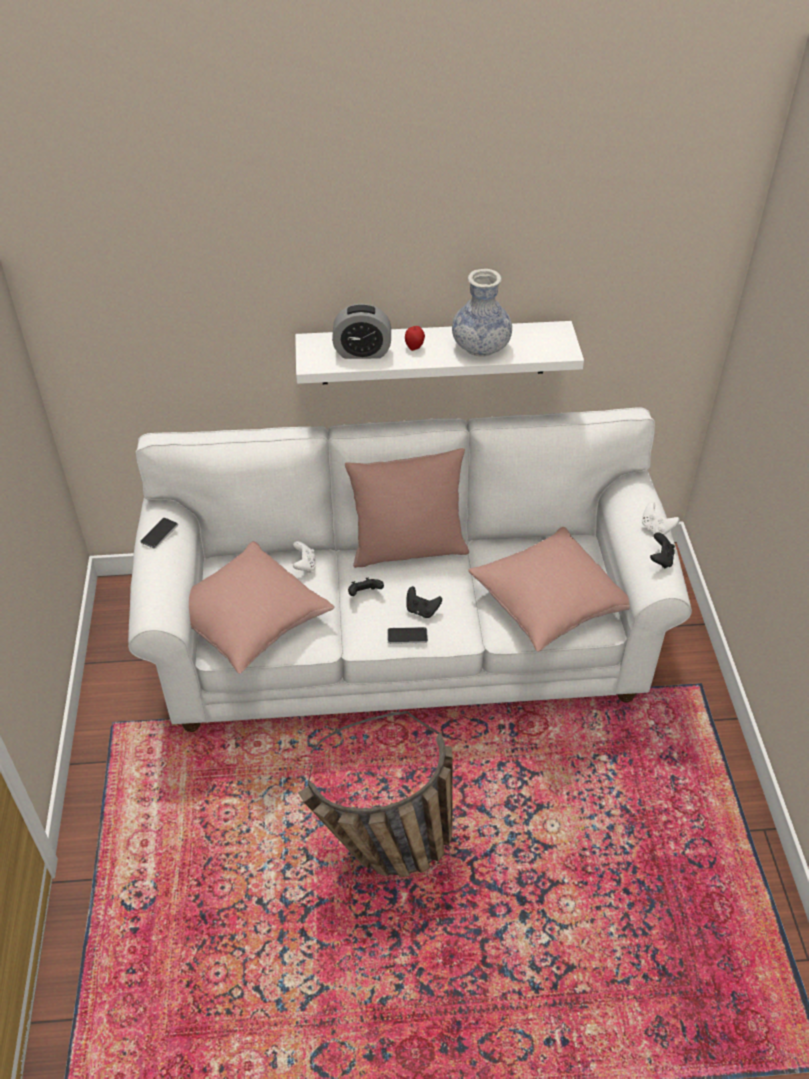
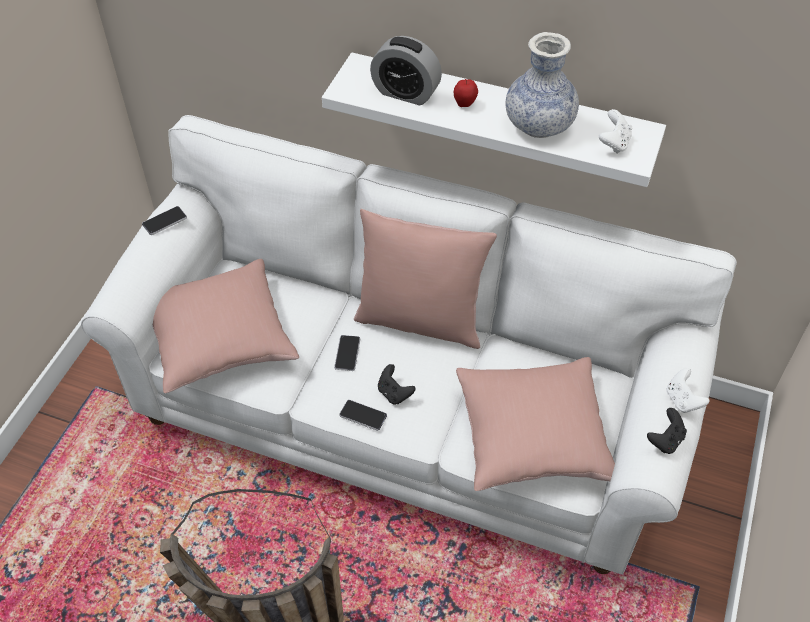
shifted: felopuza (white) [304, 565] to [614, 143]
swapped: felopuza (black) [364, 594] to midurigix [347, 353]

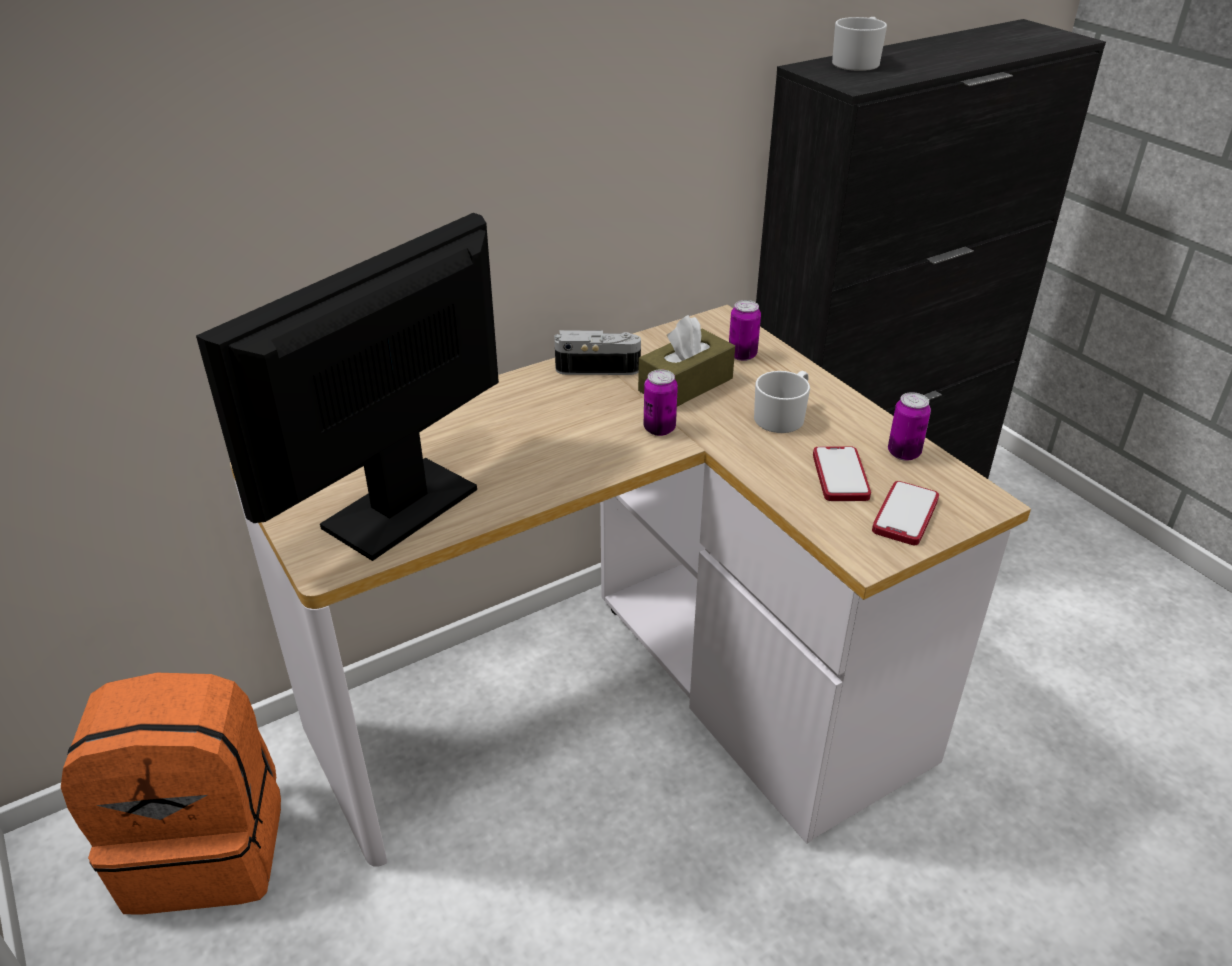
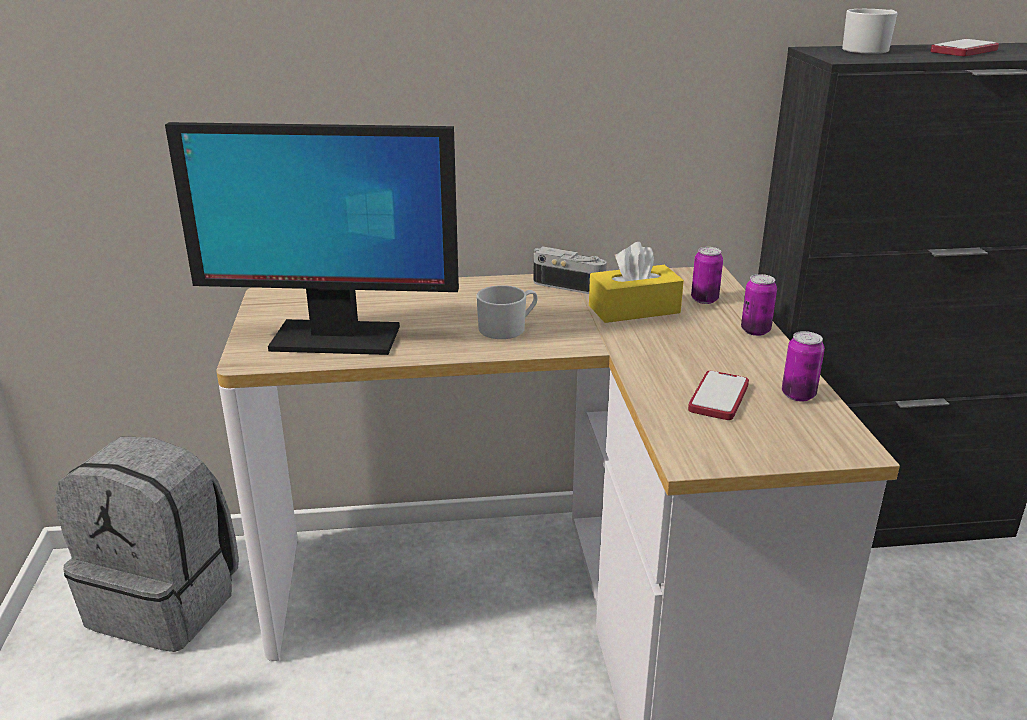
shifted: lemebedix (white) [783, 416] to [507, 328]; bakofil [659, 429] to [755, 331]; midurigix [905, 515] to [964, 51]
repainted: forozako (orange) [208, 845] to forozako (grey) [168, 602]; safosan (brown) [685, 385] to safosan (yellow) [634, 309]
rotated: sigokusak [402, 508] = [334, 339] 150 degrees counterclockwise

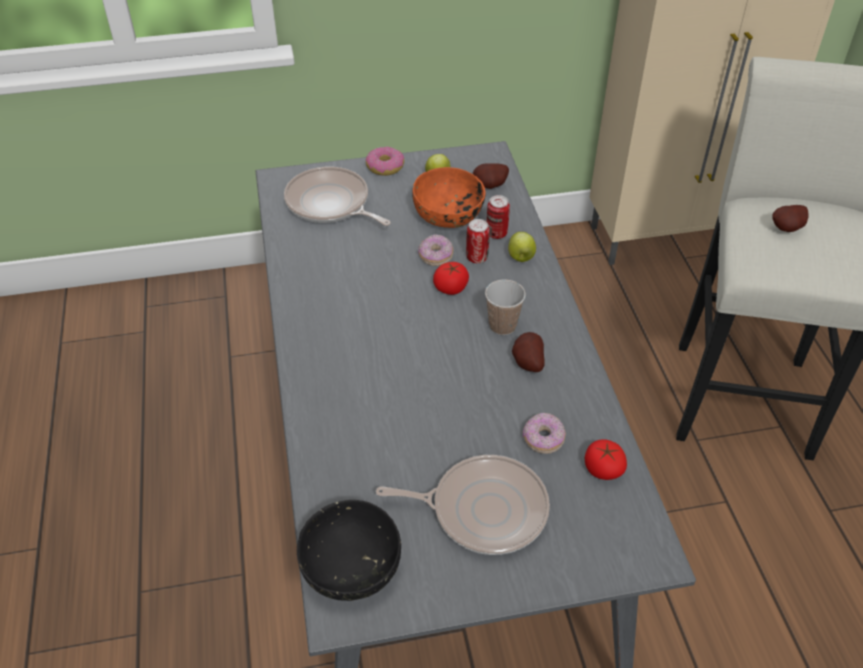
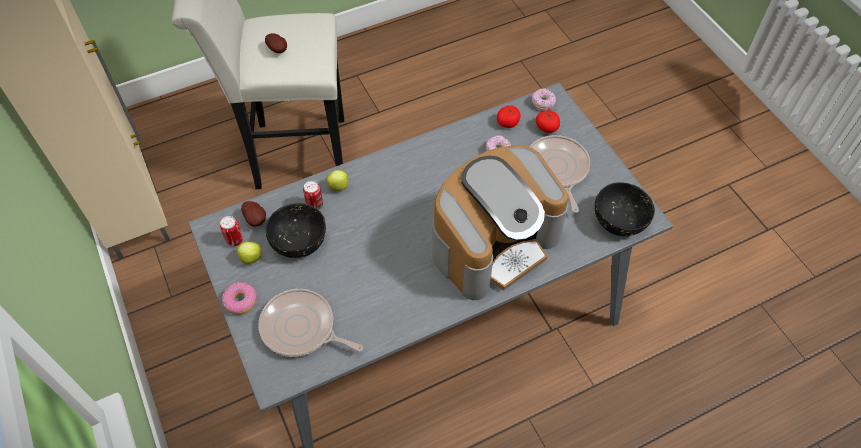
gone: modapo [502, 326]; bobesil [526, 363]
new: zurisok [494, 243]
shifted: bakofil [477, 258] to [234, 240]; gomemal [435, 256] to [543, 103]; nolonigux [451, 287] to [547, 127]
repainted: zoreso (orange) [448, 215] to zoreso (black) [299, 240]
rotated: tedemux [330, 204] = [301, 328] 90 degrees clockwise

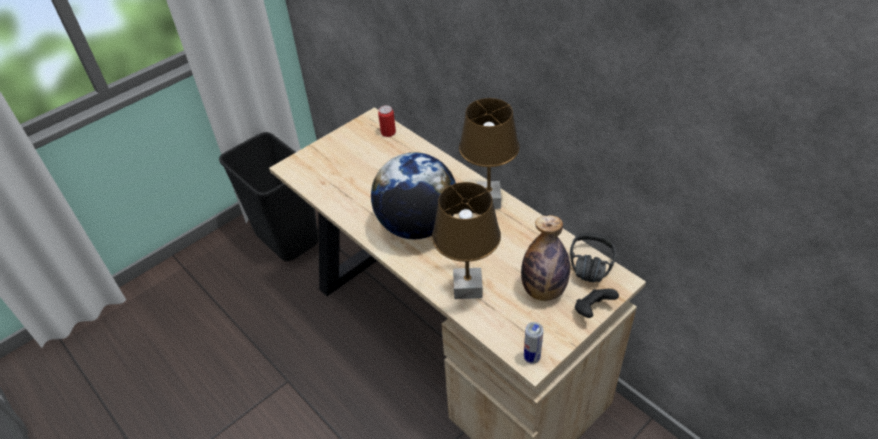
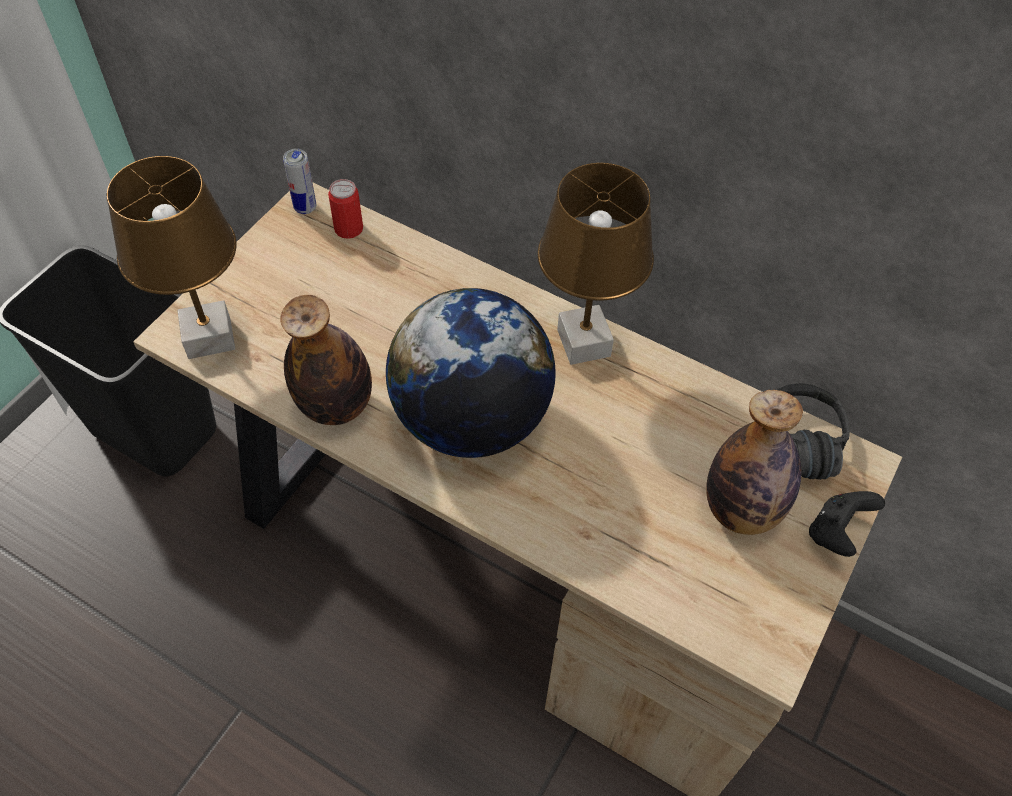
new: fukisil [336, 405]
shifted: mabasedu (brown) [468, 288] to [210, 337]; bakofil [532, 357] to [305, 208]

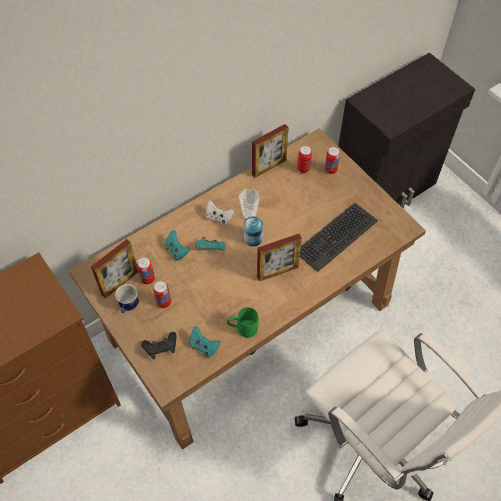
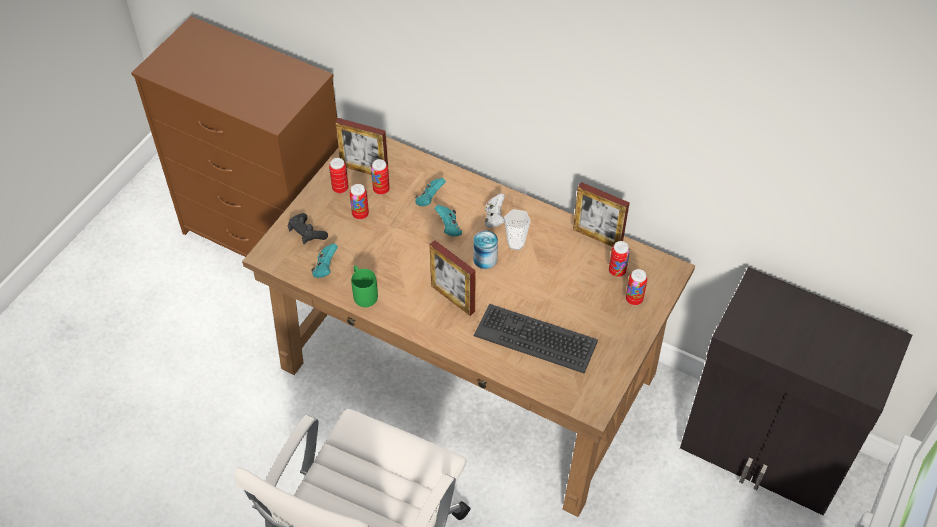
swapped: lemebedix [128, 307] to bakofil [340, 188]

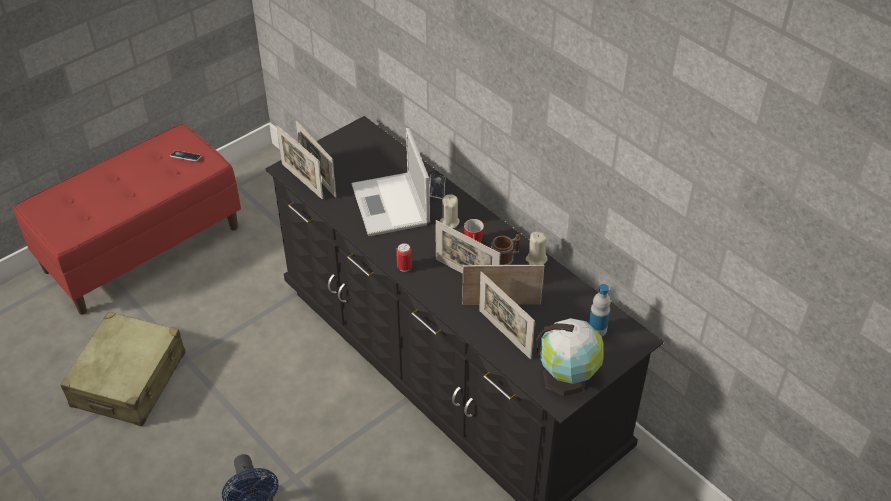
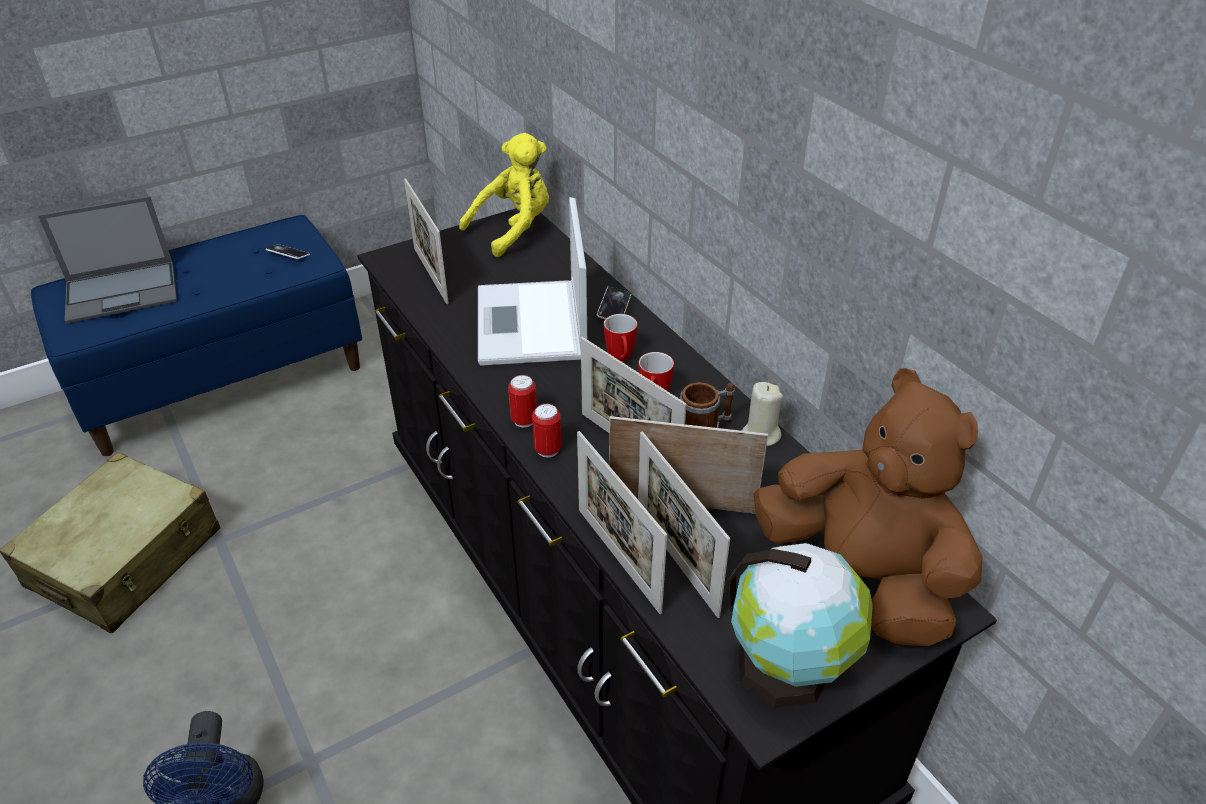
new: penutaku [123, 291]; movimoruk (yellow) [514, 229]; bakofil [548, 450]
shifted: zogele [302, 181] to [618, 559]
swapped: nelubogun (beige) [449, 222] to lemebedix [621, 359]; fukisil [597, 329] to movimoruk (brown) [861, 576]
repainted: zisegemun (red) [143, 248] to zisegemun (blue) [224, 379]

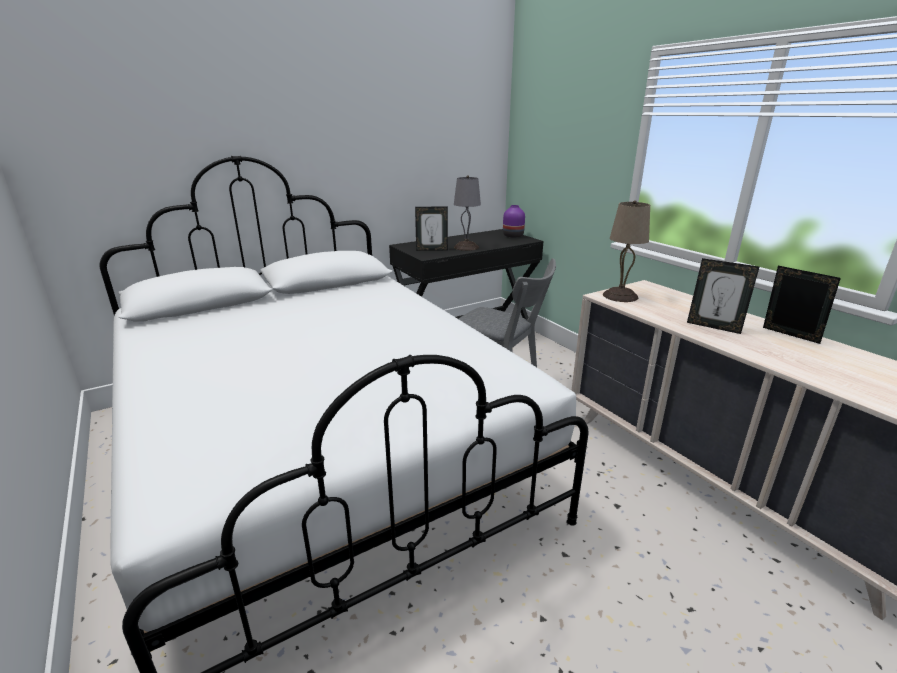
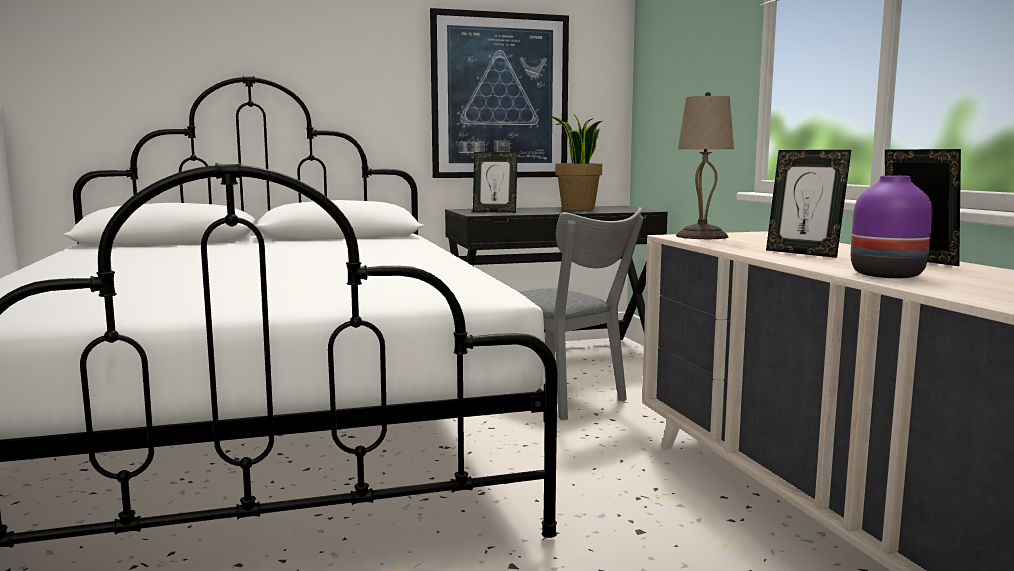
gone: mabasedu (grey) [466, 247]
new: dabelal [500, 96]; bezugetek [577, 209]
shifted: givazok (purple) [513, 236] to [888, 274]

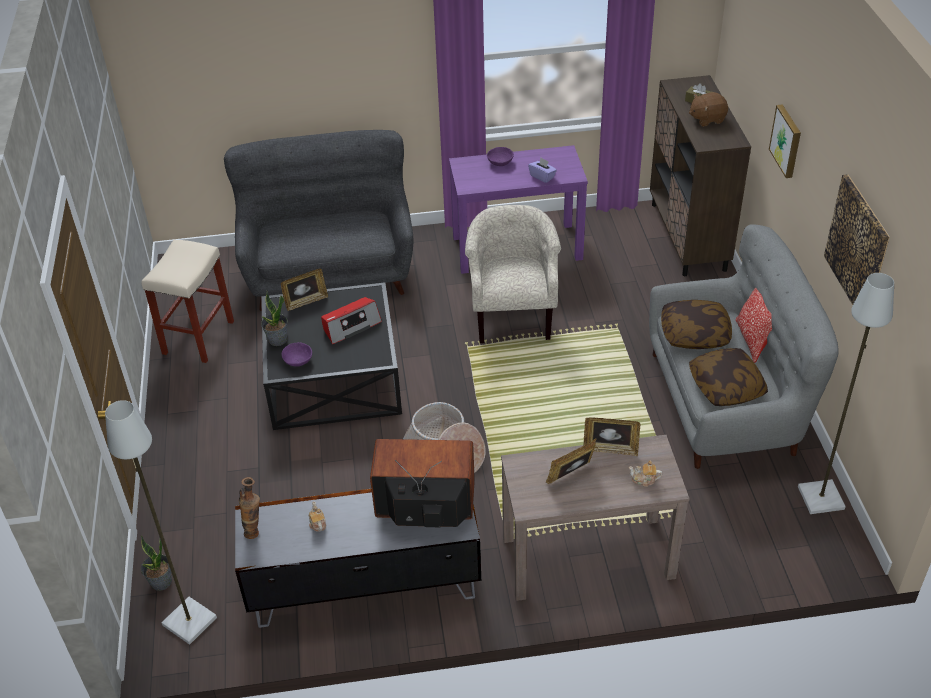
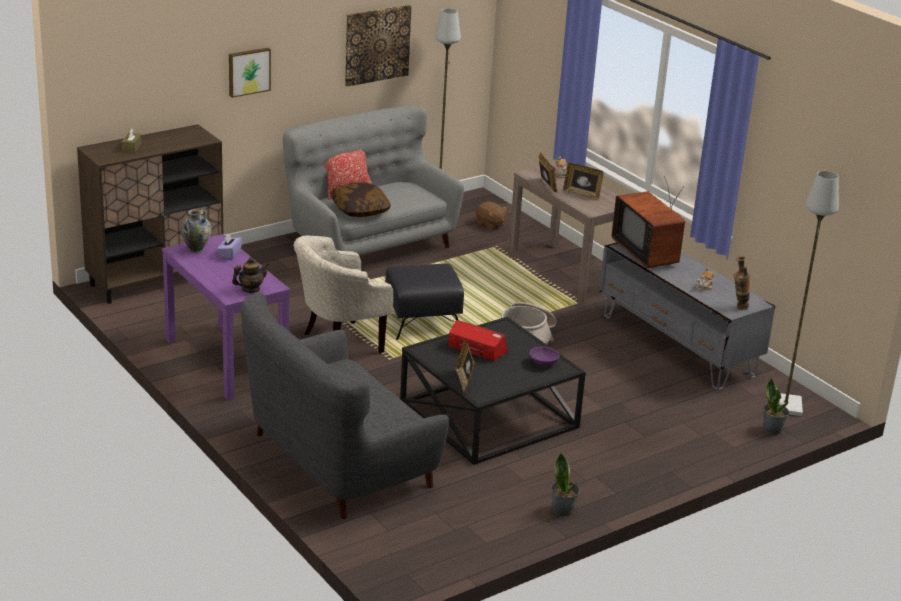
gone: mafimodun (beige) [198, 336]; zoreso (purple) [500, 162]; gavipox [726, 387]
new: givazok [196, 249]; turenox [250, 289]; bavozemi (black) [423, 321]
shifted: movimoruk (brown) [707, 119] to [490, 224]; bezugetek [277, 340] to [563, 510]
rotated: zogele [306, 301] = [464, 381] 135 degrees counterclockwise

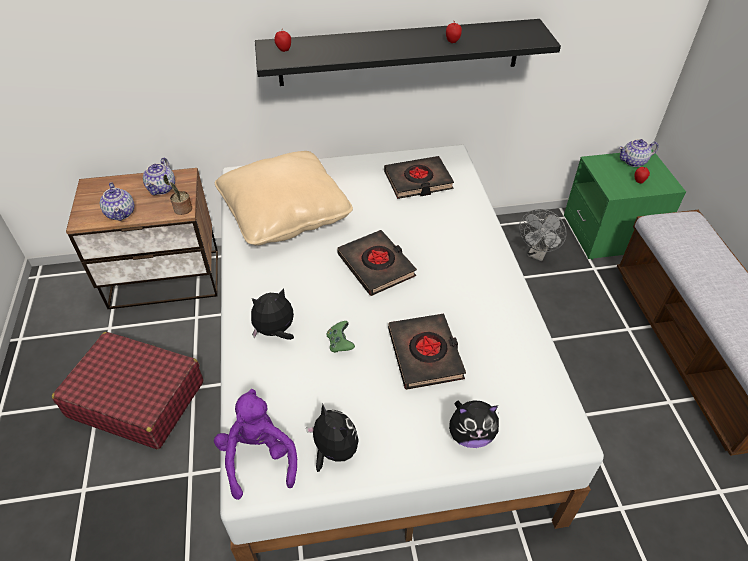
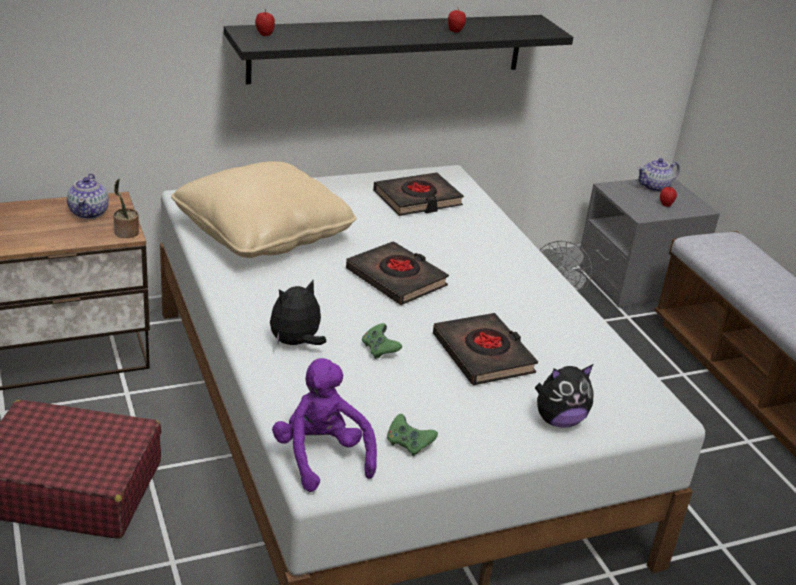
gone: turenox [121, 213]
swapped: movimoruk [333, 451] to felopuza (green) [408, 444]
repainted: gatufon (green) [609, 233] to gatufon (grey) [635, 281]

